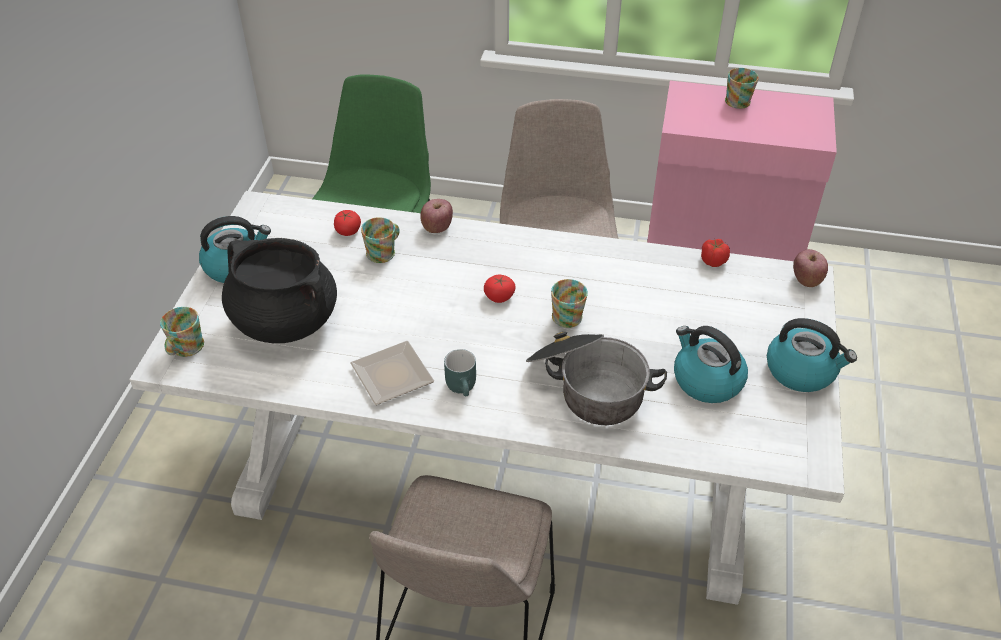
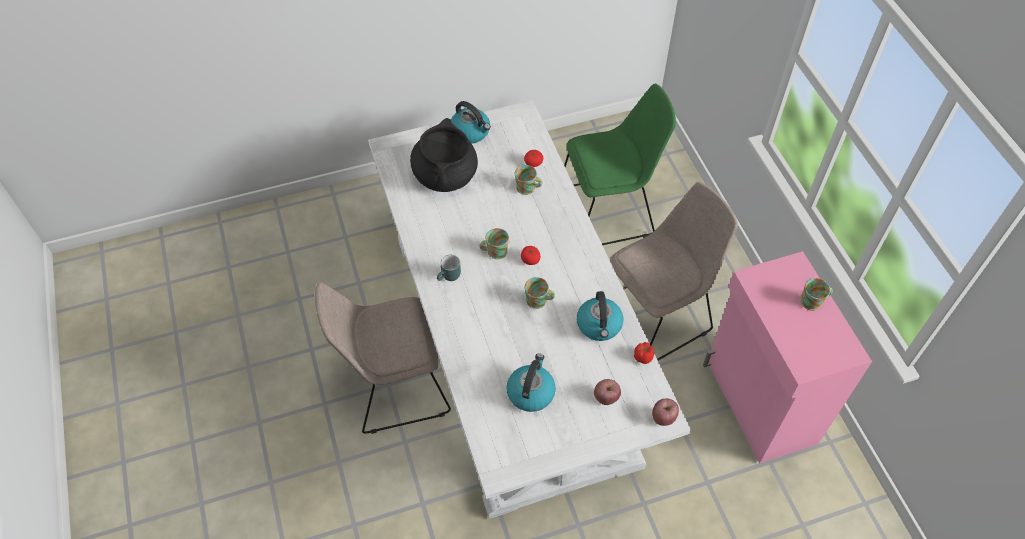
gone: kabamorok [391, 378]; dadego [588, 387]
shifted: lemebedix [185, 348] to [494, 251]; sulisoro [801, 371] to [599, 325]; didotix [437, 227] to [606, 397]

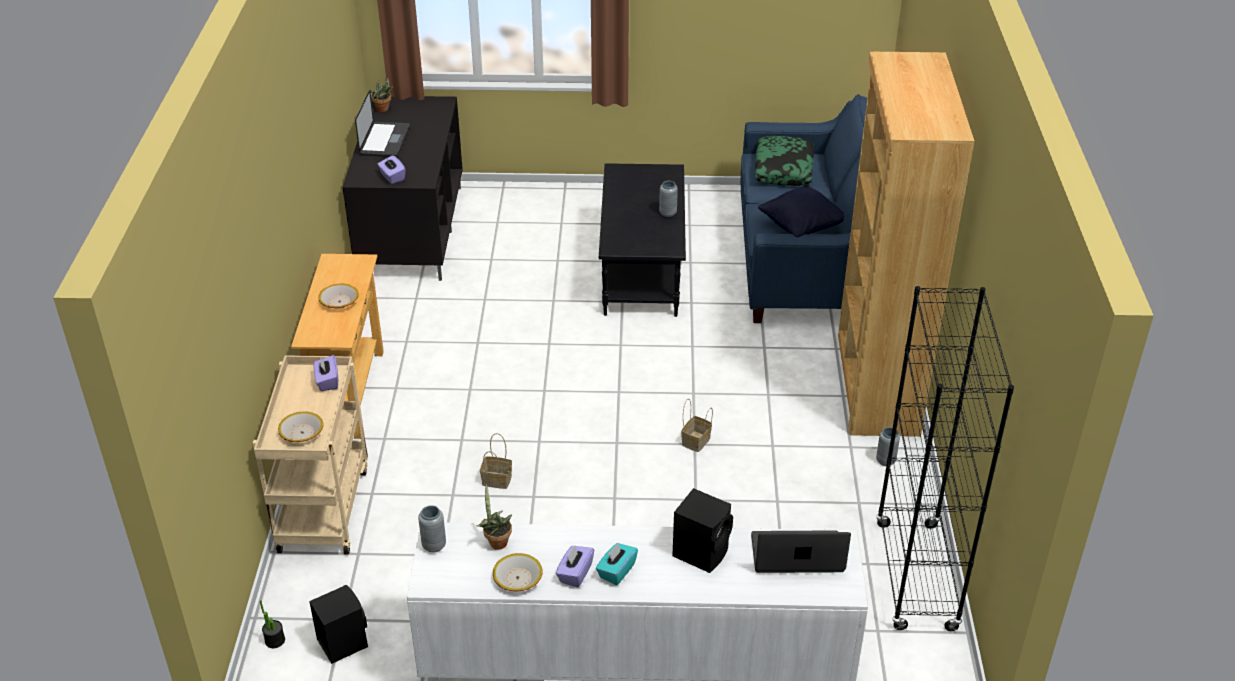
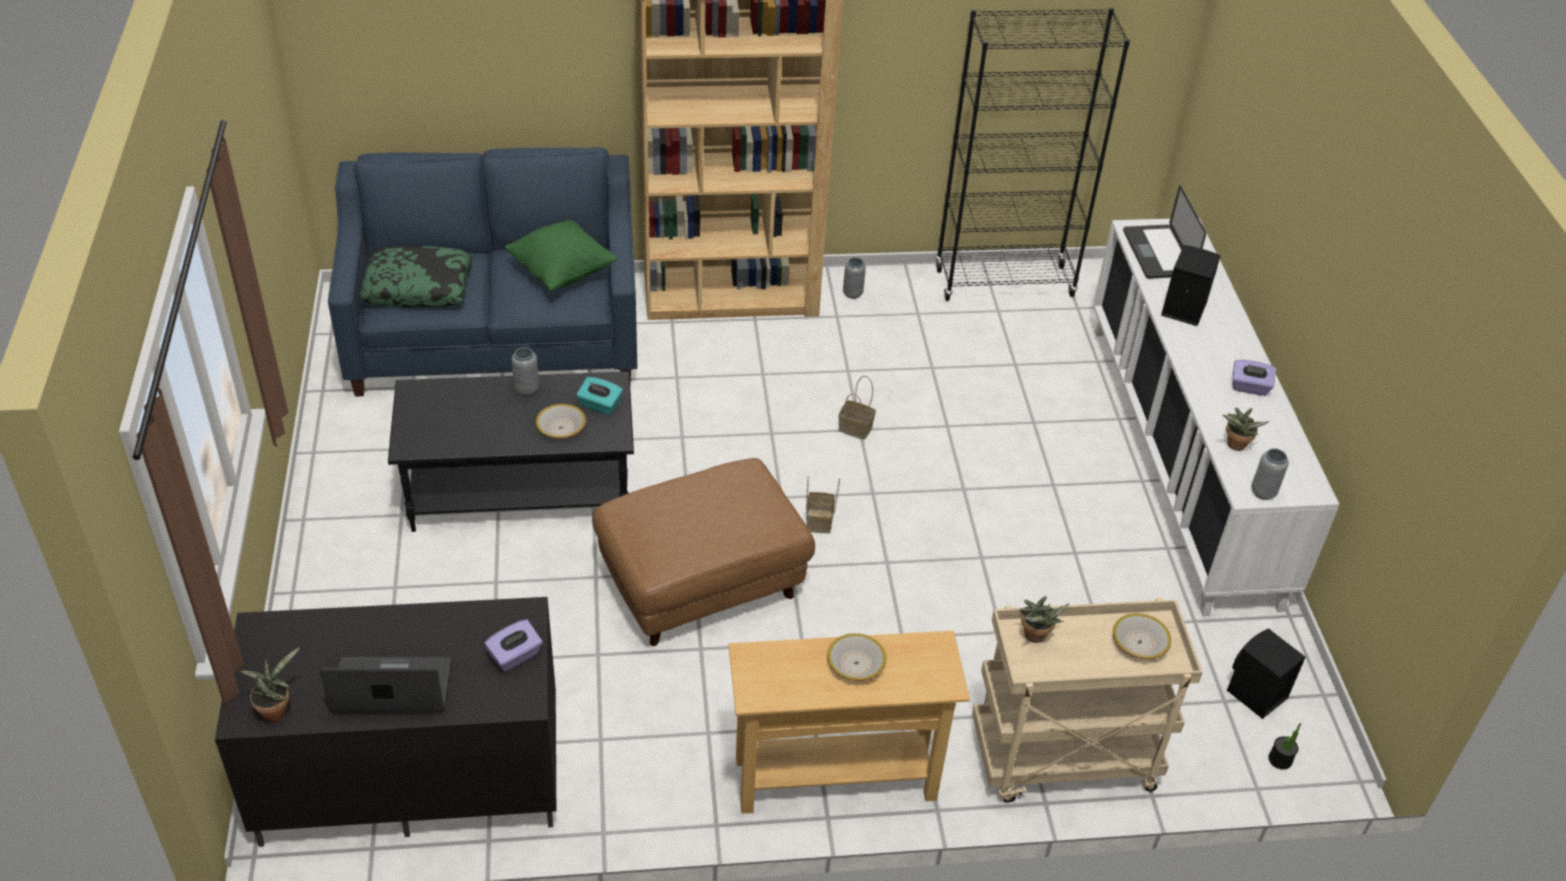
new: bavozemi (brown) [701, 584]
shifted: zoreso [517, 578] to [561, 428]; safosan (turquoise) [616, 571] to [600, 405]; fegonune [495, 480] to [820, 522]
swapped: safosan (purple) [327, 381] to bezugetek [1035, 637]
repainted: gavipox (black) [802, 228] to gavipox (green) [562, 272]

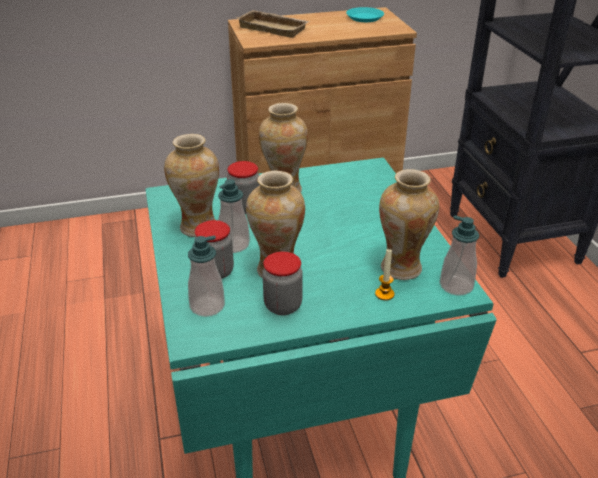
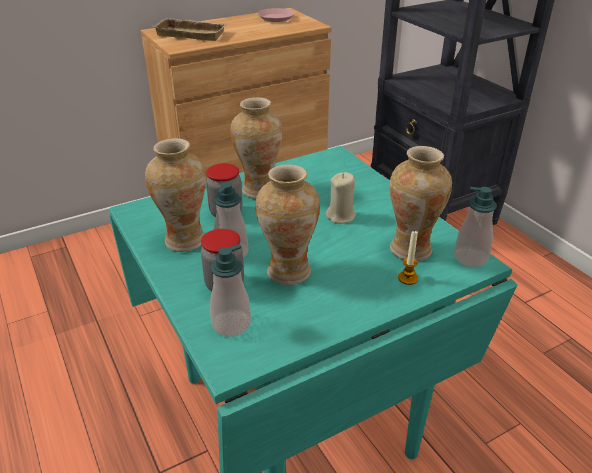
gone: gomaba [283, 305]
new: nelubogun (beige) [341, 216]
repainted: kabamorok (turquoise) [365, 18] to kabamorok (pink) [276, 18]

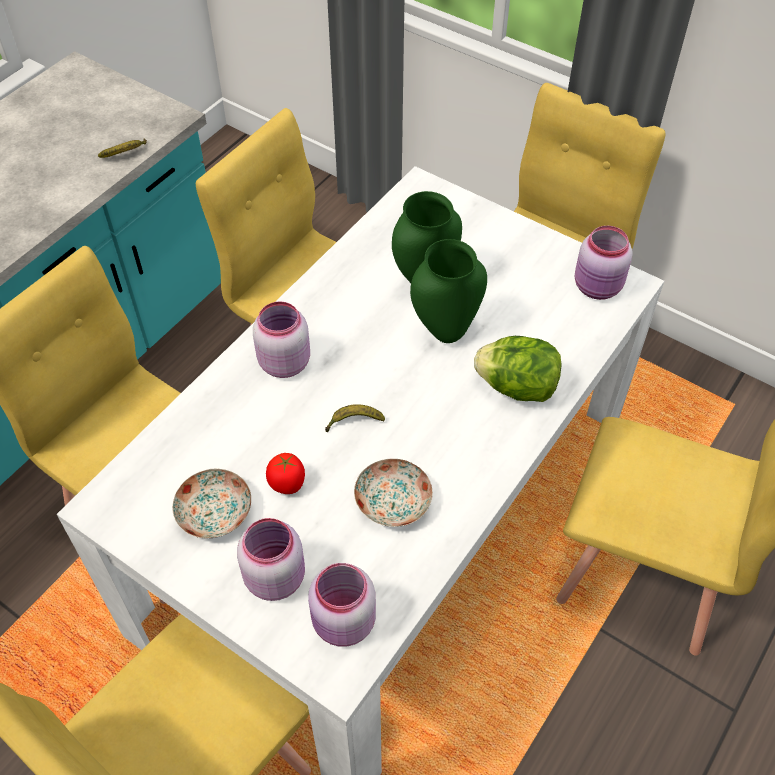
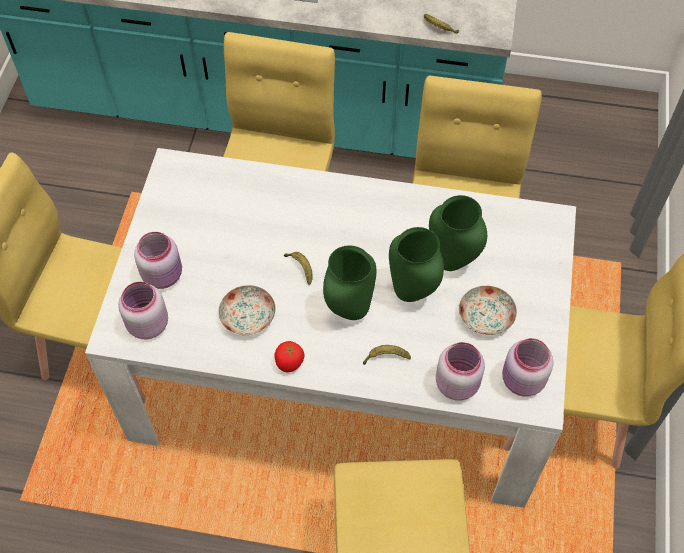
new: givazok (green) [350, 311]
shifted: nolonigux [287, 484] to [289, 363]; gomaba (pink) [283, 362] to [457, 383]; kabamorok [215, 513] to [485, 317]
swapped: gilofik [517, 387] to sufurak [385, 357]

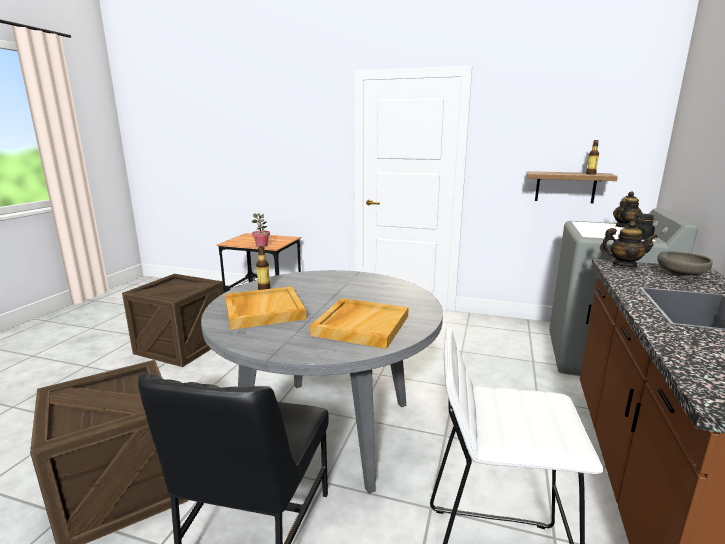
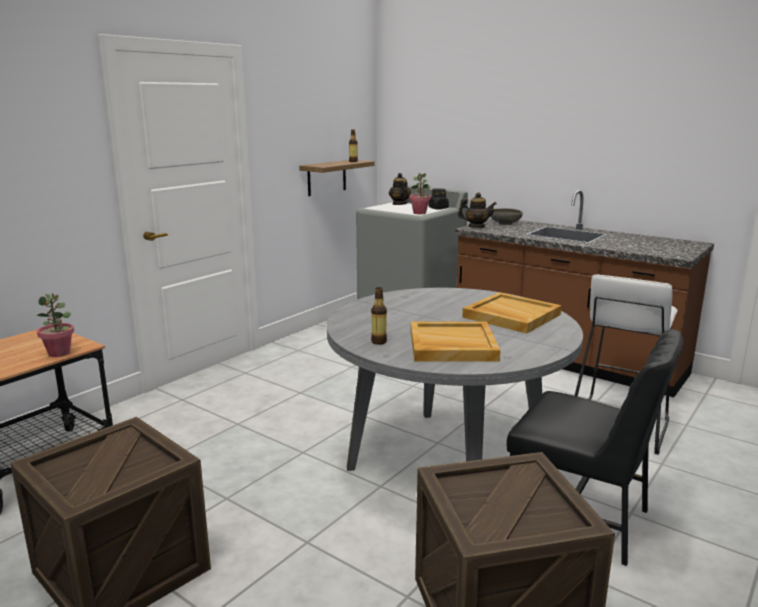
new: bezugetek [419, 213]
rotated: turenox [624, 265] = [476, 227] 60 degrees clockwise

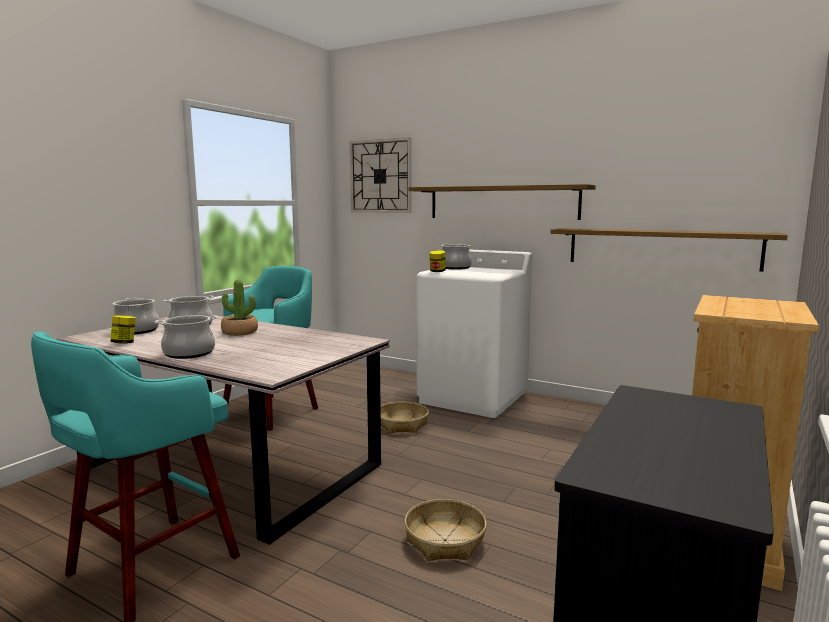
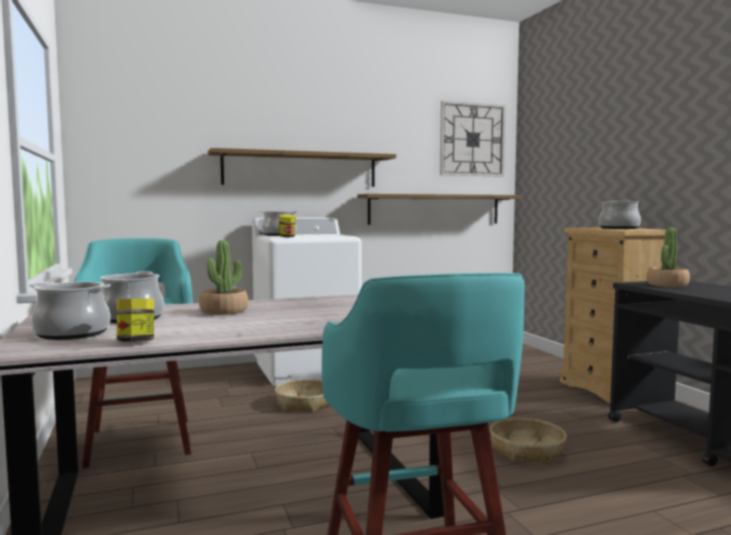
new: bezugetek [667, 285]
shifted: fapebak [380, 176] to [472, 139]; dadego [189, 353] to [619, 228]

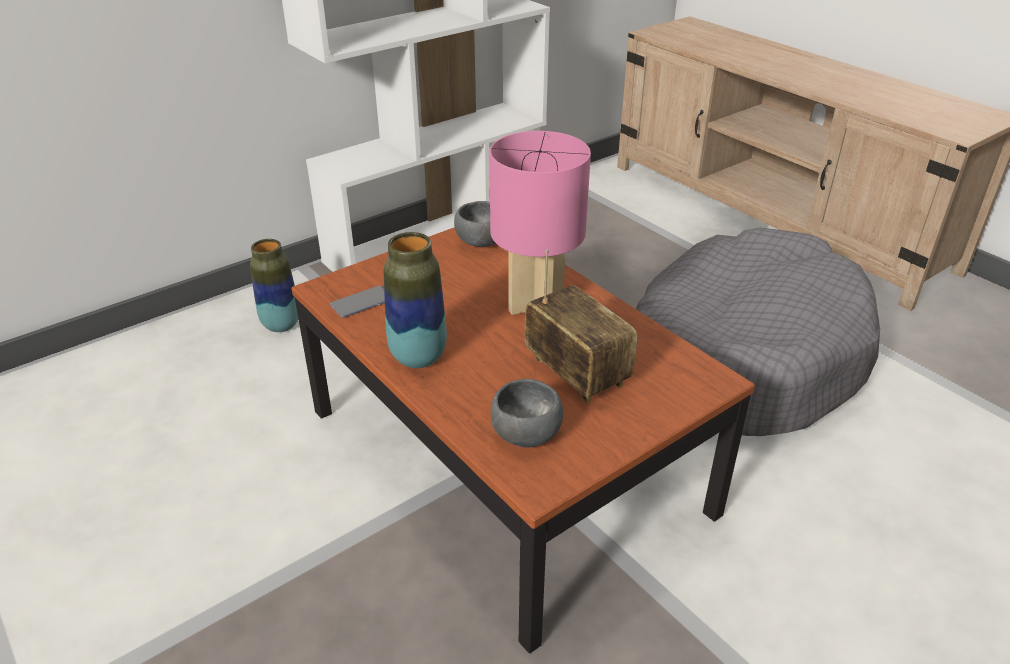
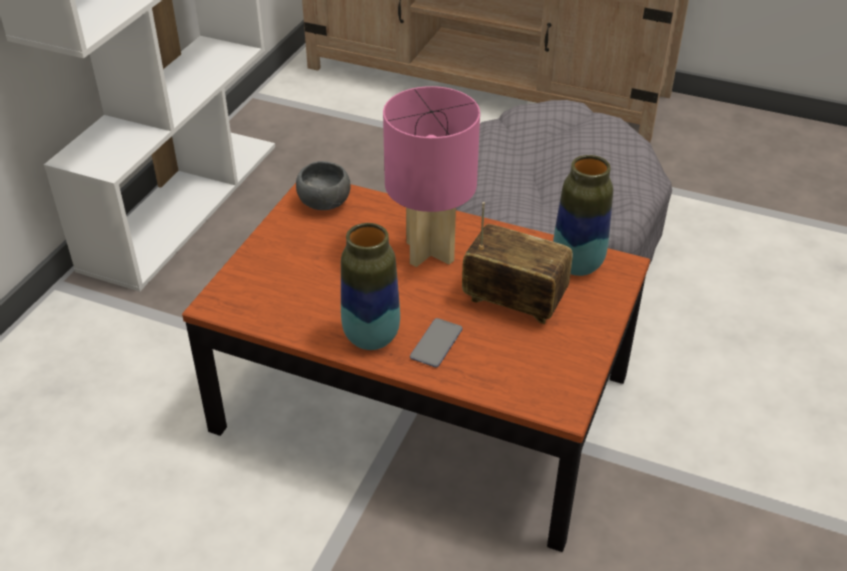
gone: zoreso (grey) [525, 433]
shifted: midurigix [362, 303] to [436, 343]; givazok [281, 325] to [577, 265]

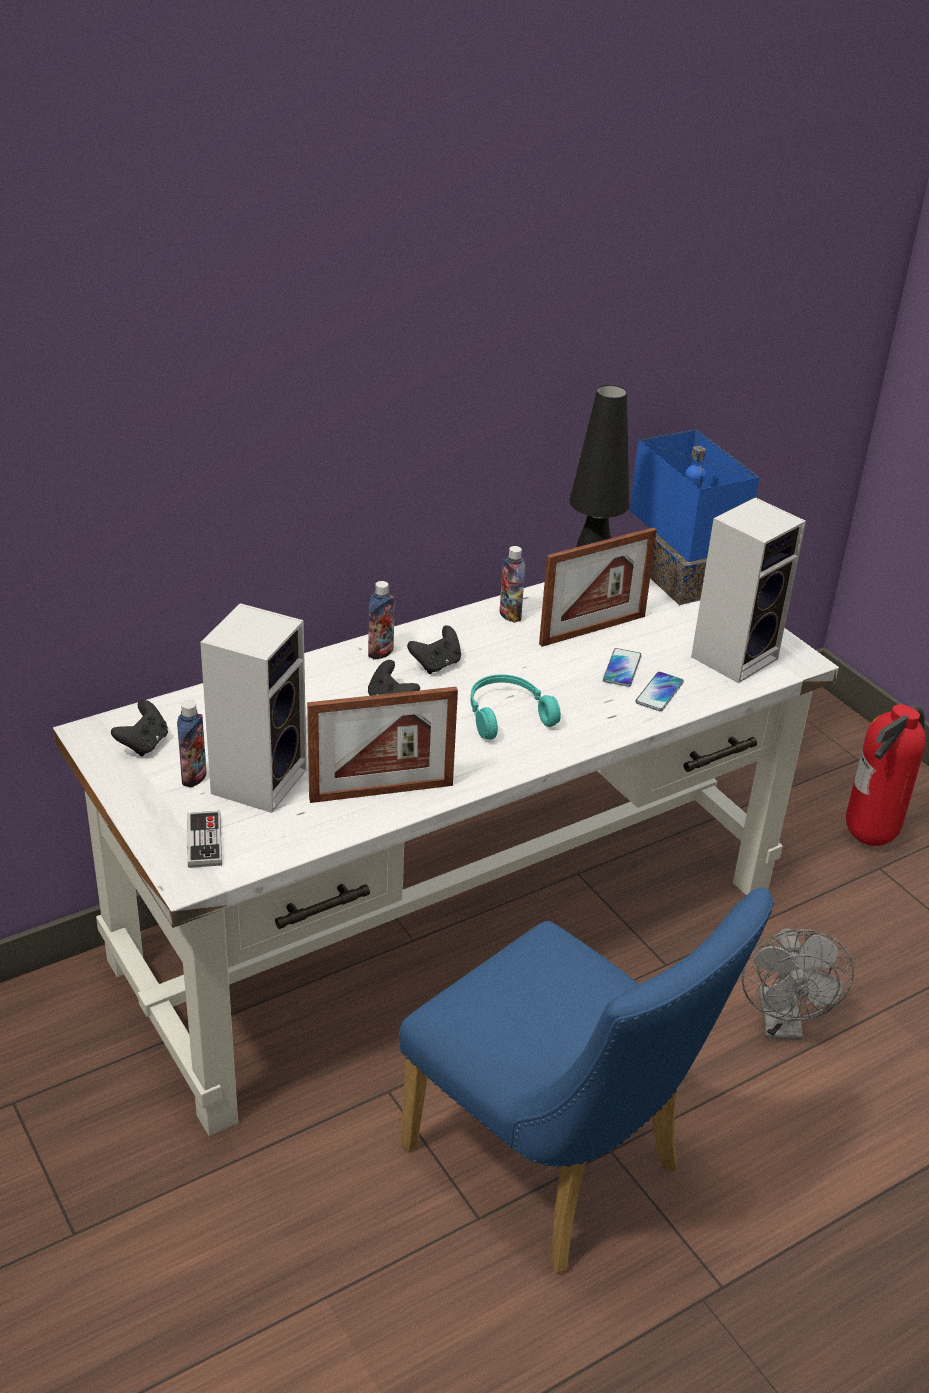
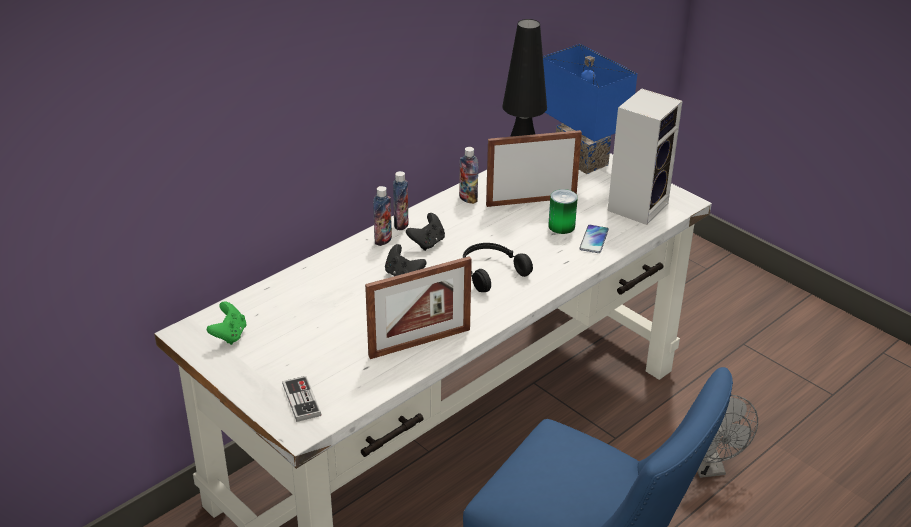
gone: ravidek [259, 779]; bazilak [870, 839]
shifted: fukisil [194, 777] to [401, 224]
swapped: midurigix [622, 668] to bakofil [561, 226]
repainted: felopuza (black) [144, 744] to felopuza (green) [229, 335]; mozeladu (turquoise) [506, 714] to mozeladu (black) [490, 272]
rotated: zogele [592, 630] = [531, 201] 150 degrees counterclockwise

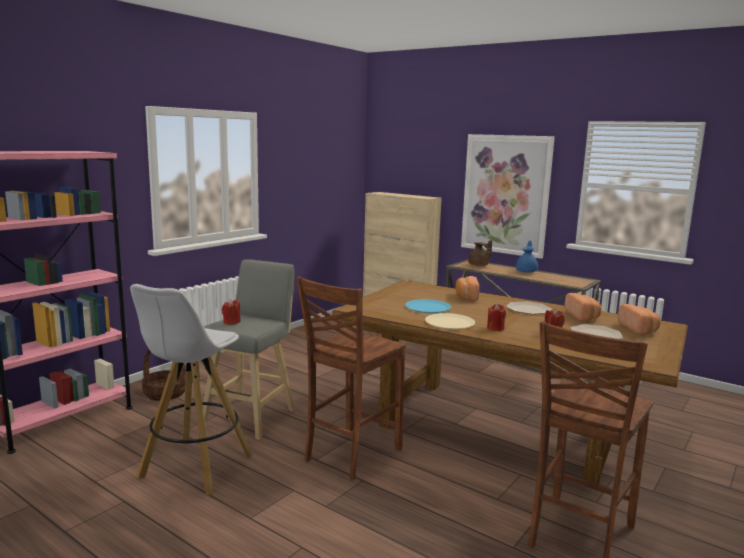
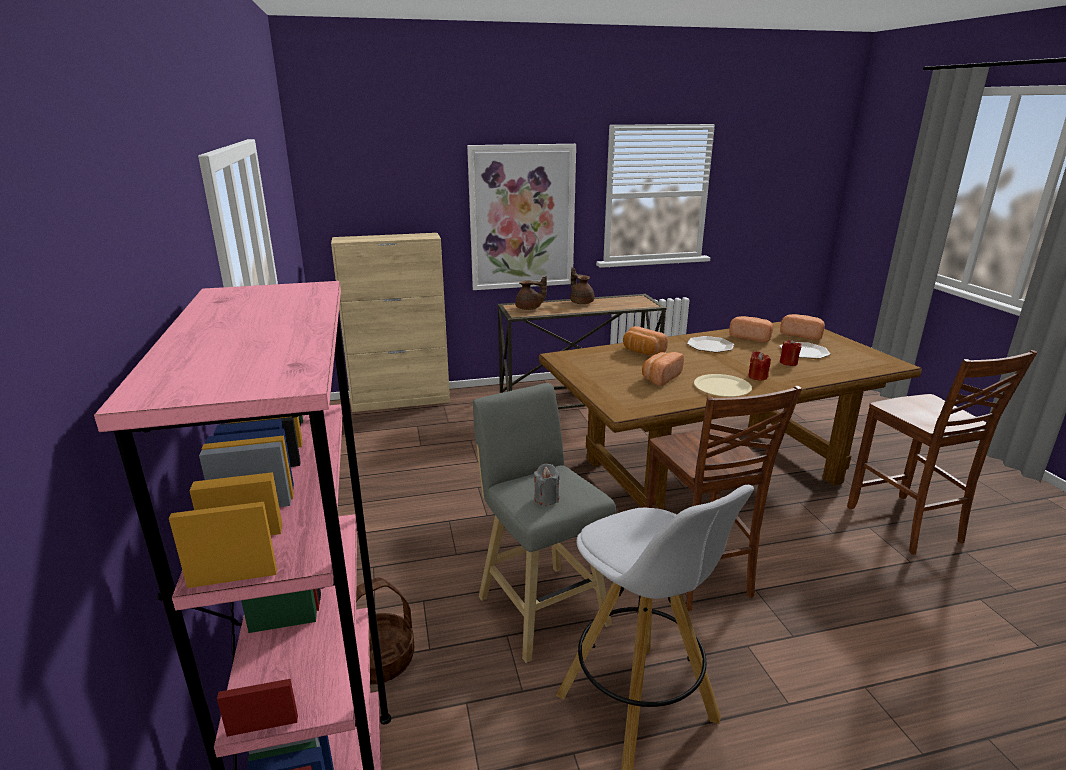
swapped: kabamorok (blue) [428, 307] to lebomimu [660, 378]
repainted: nelubogun (red) [231, 322] to nelubogun (grey) [546, 498]; turenox (blue) [527, 271] to turenox (brown) [581, 302]

